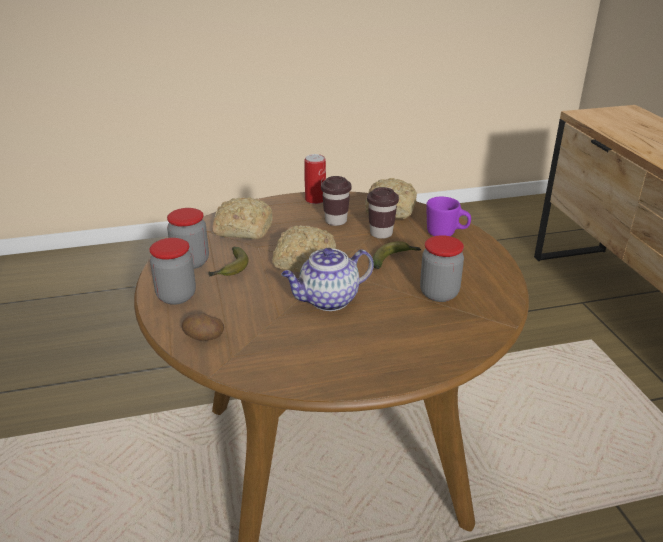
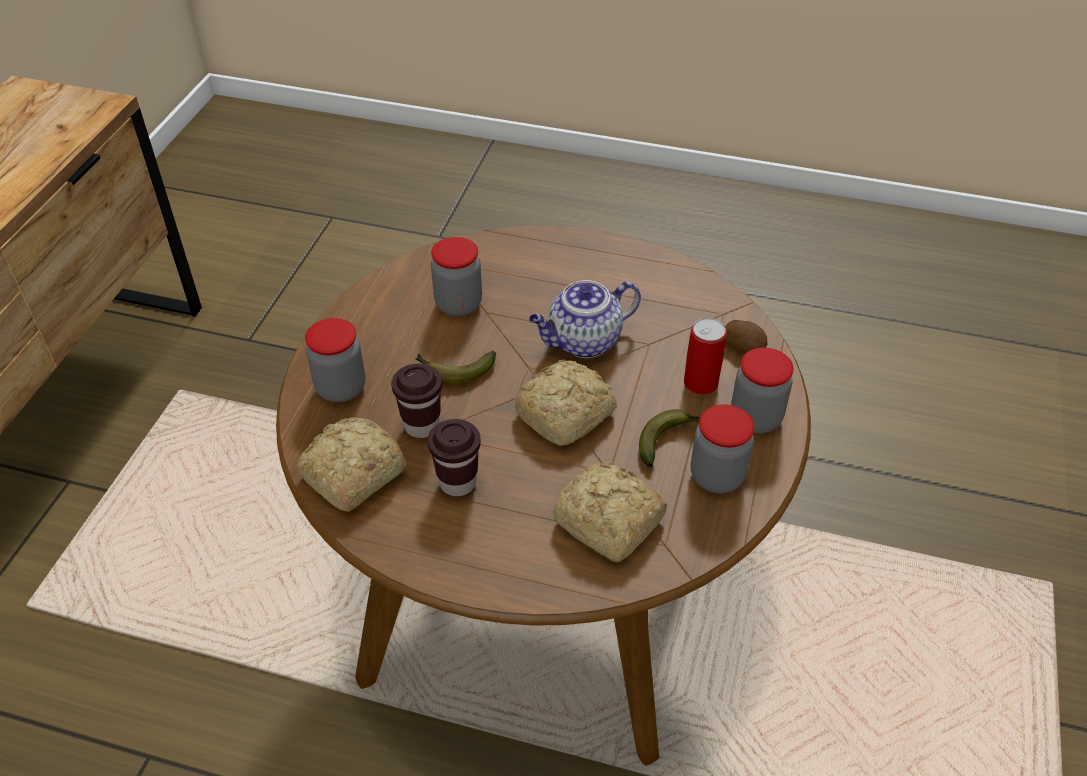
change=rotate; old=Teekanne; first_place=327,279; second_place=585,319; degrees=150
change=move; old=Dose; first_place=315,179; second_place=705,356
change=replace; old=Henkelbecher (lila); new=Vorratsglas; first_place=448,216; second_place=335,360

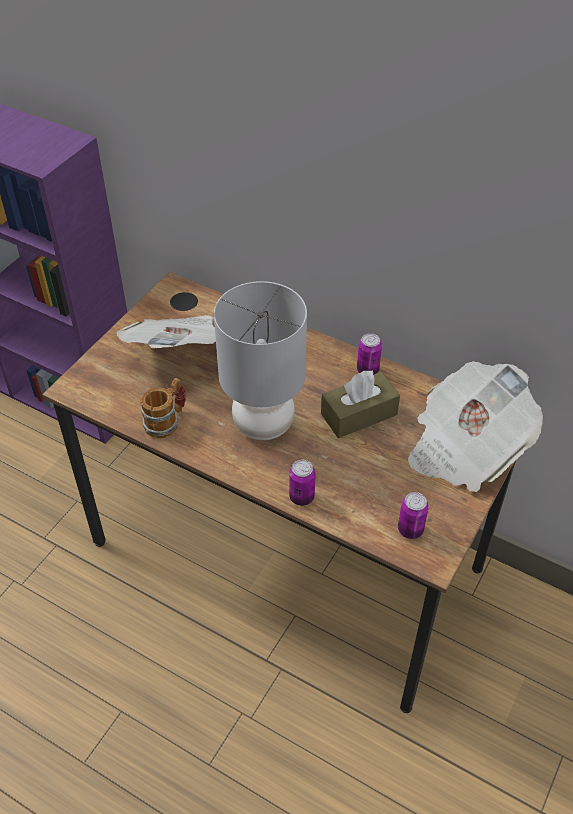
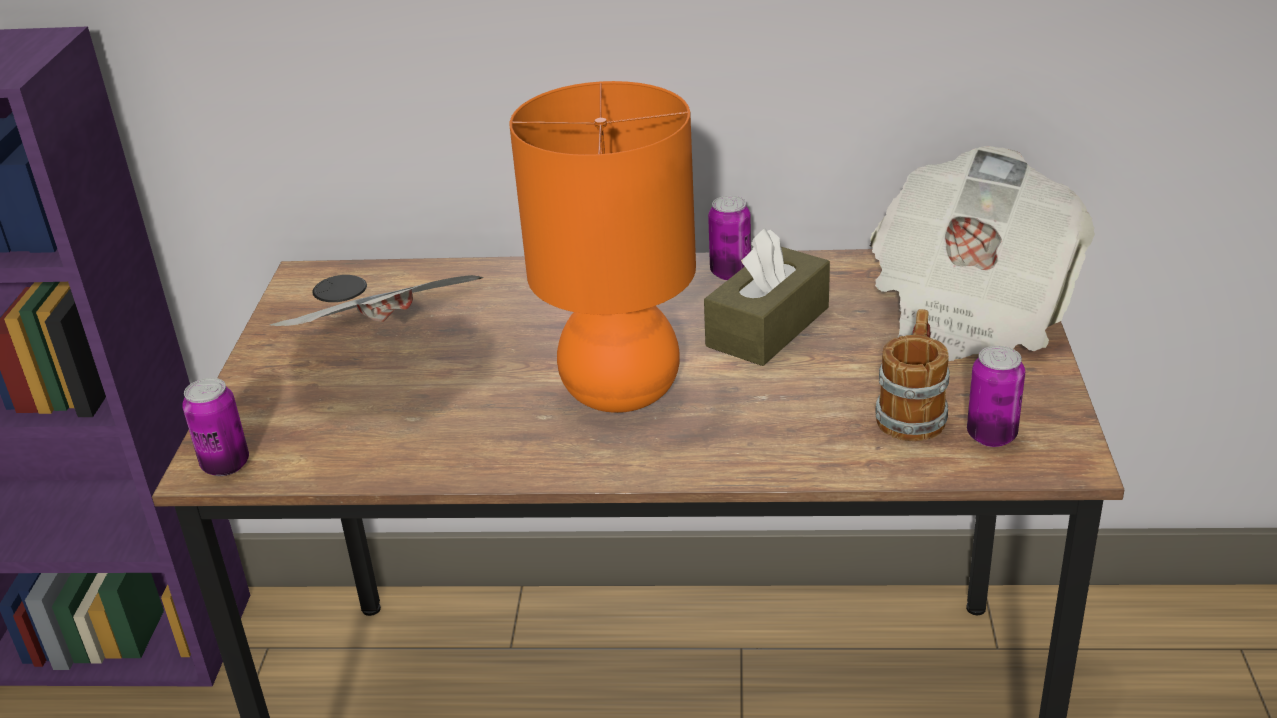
change=move; old=Henkelbecher; first_place=163,408; second_place=912,375
change=recolor; old=Tischlampe (grau); new=Tischlampe (orange); first_place=260,360; second_place=602,247
change=move; old=Dose; first_place=302,483; second_place=215,427

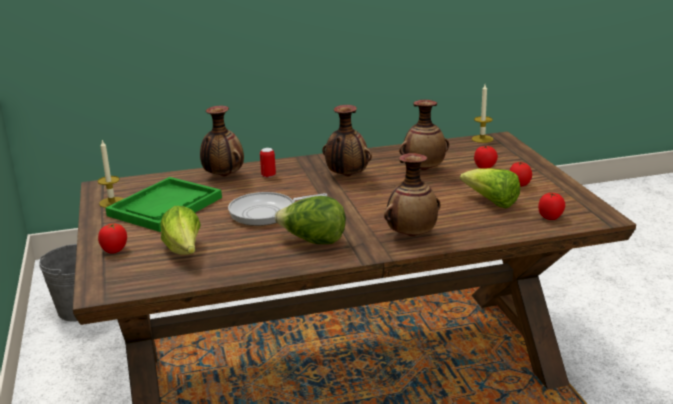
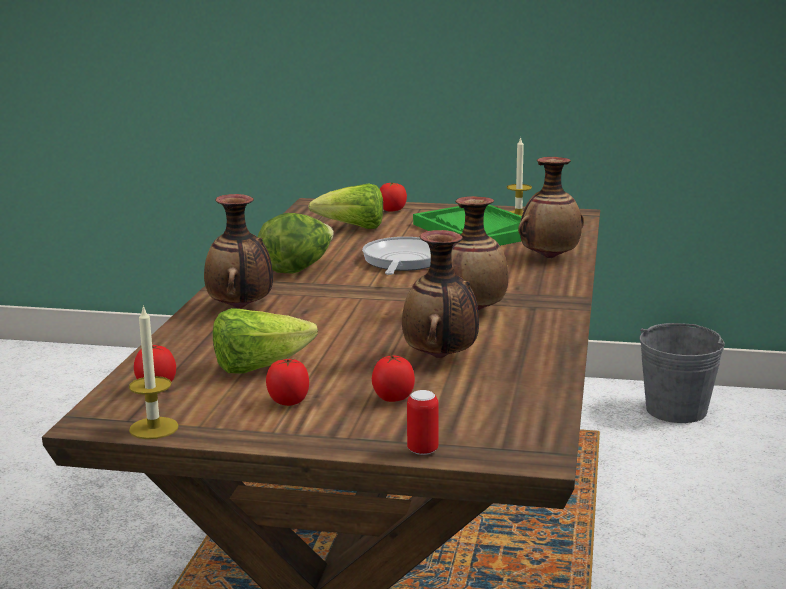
change=move; old=Dose; first_place=268,163; second_place=423,422
change=move; old=Kerze; first_place=482,113; second_place=154,372

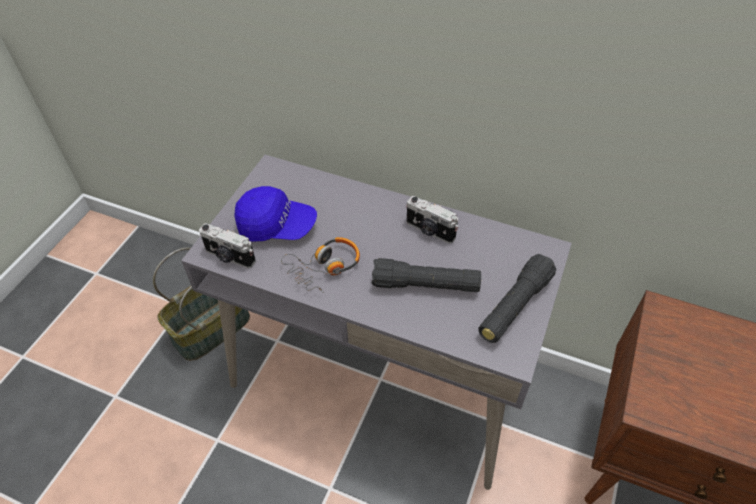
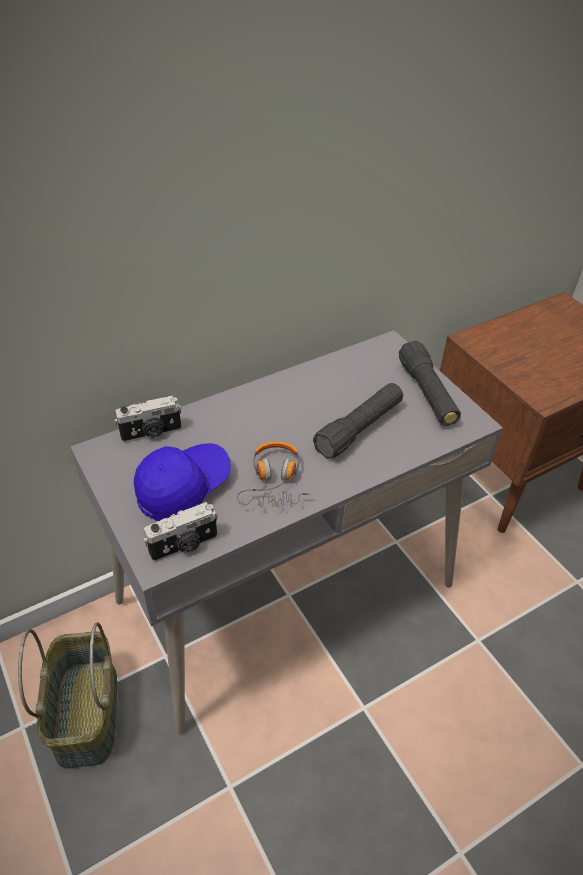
change=move; old=Kamera; first_place=432,220; second_place=148,419

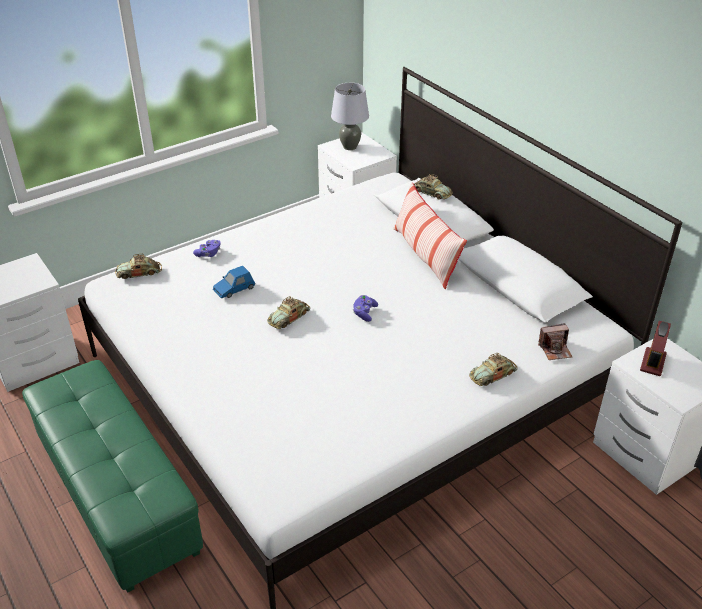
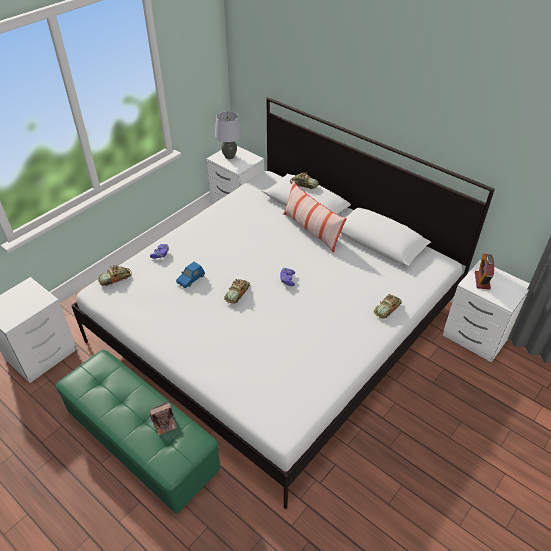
change=move; old=Kamera; first_place=555,341; second_place=163,418

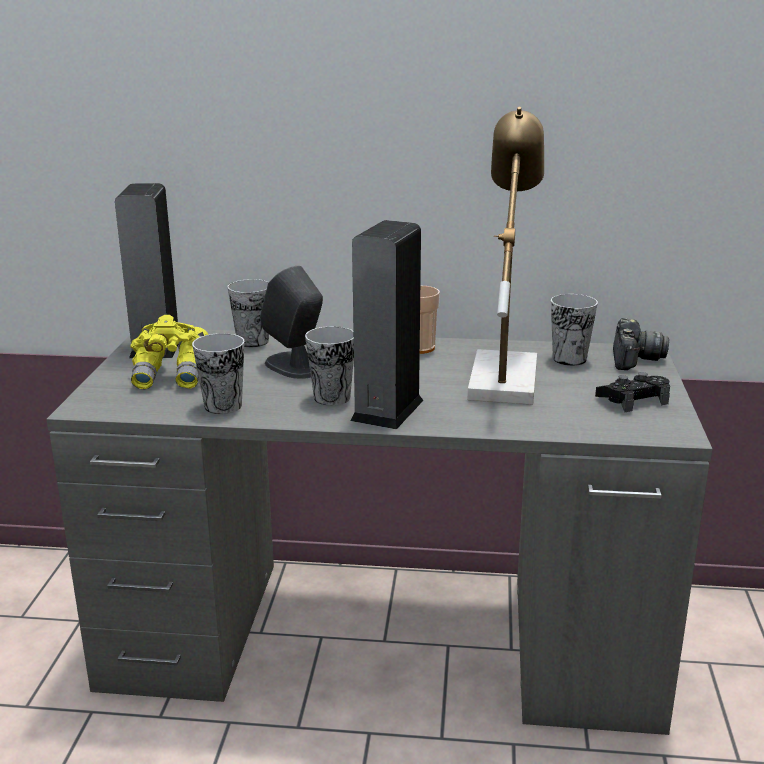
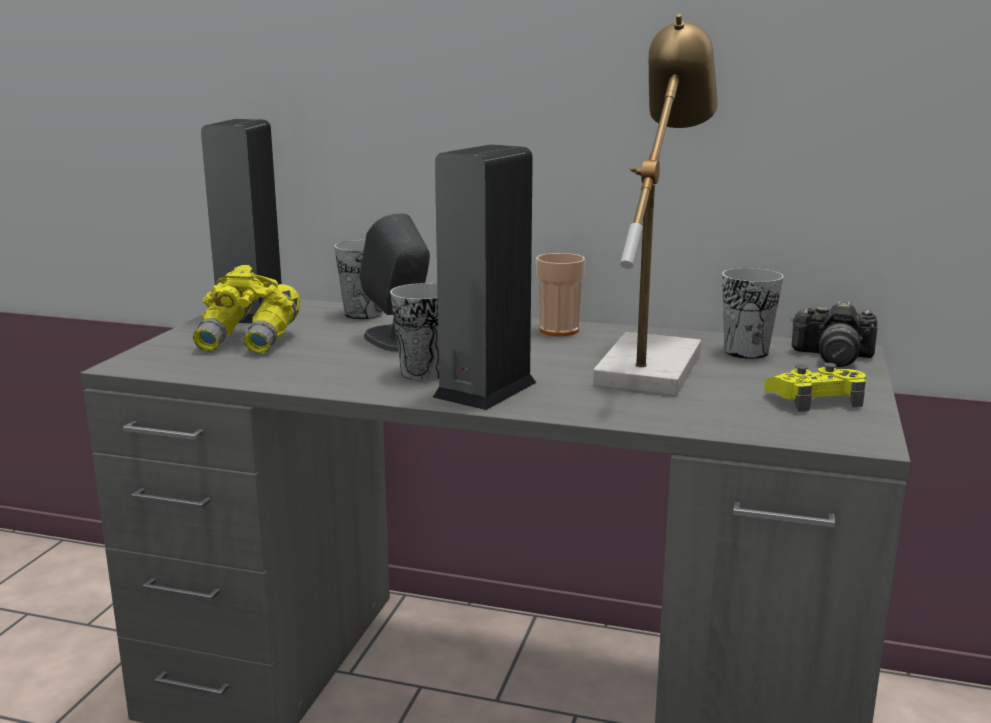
change=delete; old=Tasse; first_place=218,373
change=recolor; old=Gamepad (schwarz); new=Gamepad (gelb); first_place=632,392; second_place=815,387
change=rotate; old=Kamera; first_place=641,344; second_place=834,334; degrees=90

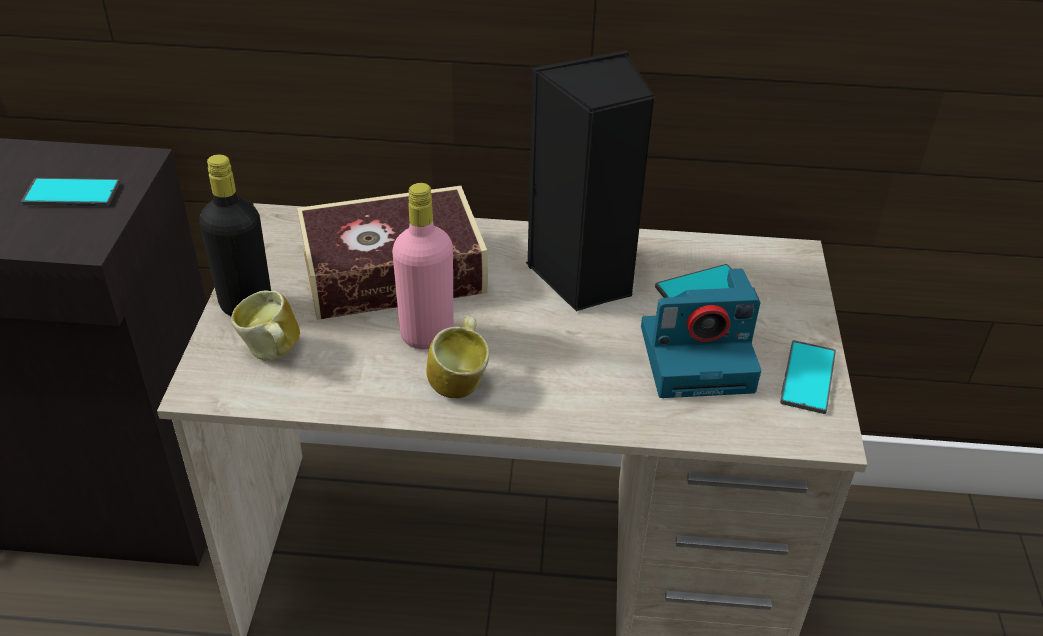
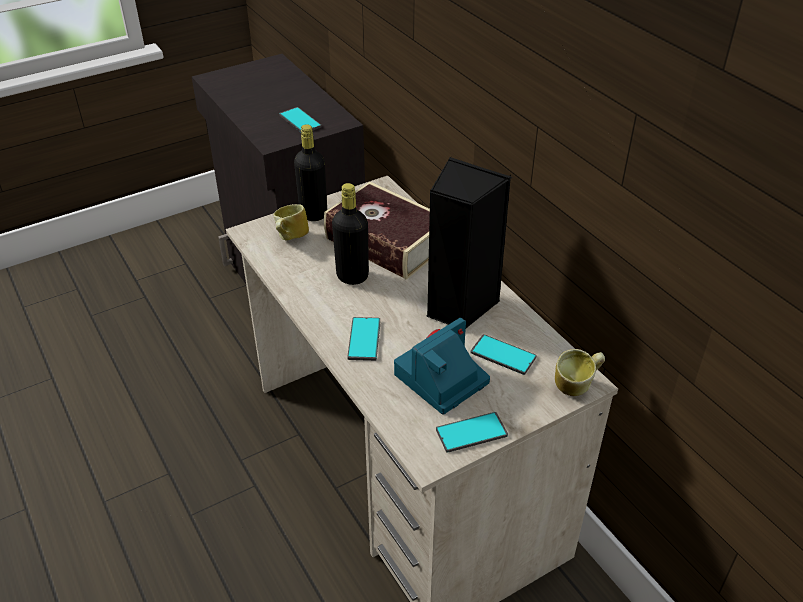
change=recolor; old=Flasche (rosa); new=Flasche (schwarz); first_place=423,266; second_place=350,234
change=move; old=Henkelbecher; first_place=457,356; second_place=580,372
change=rotate; old=Kamera; first_place=701,333; second_place=442,366; degrees=90
change=insert; new=Handy; second_place=363,339

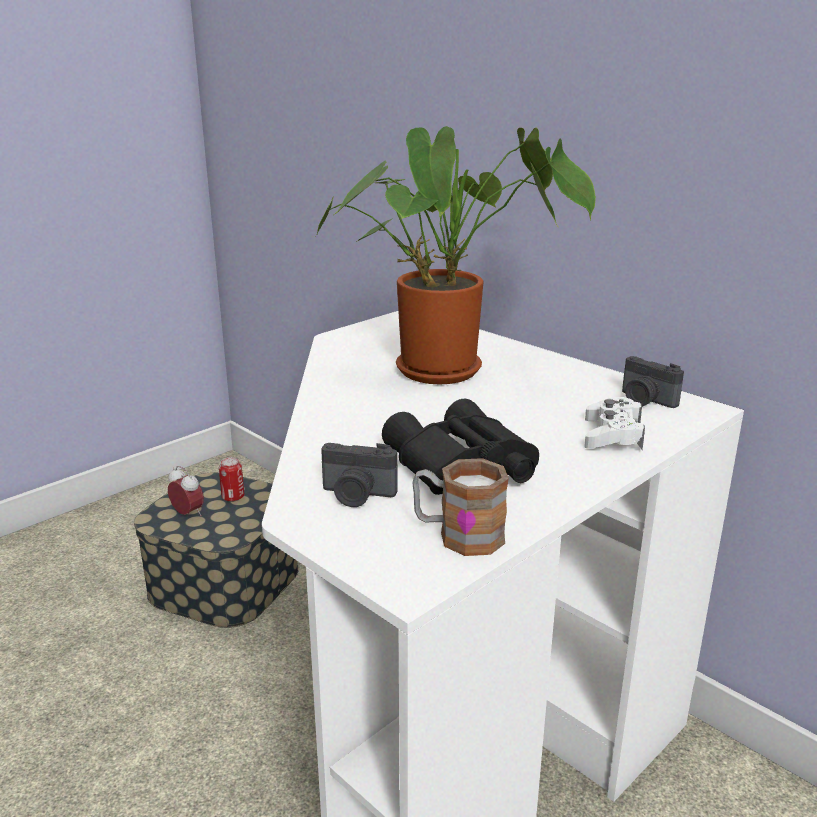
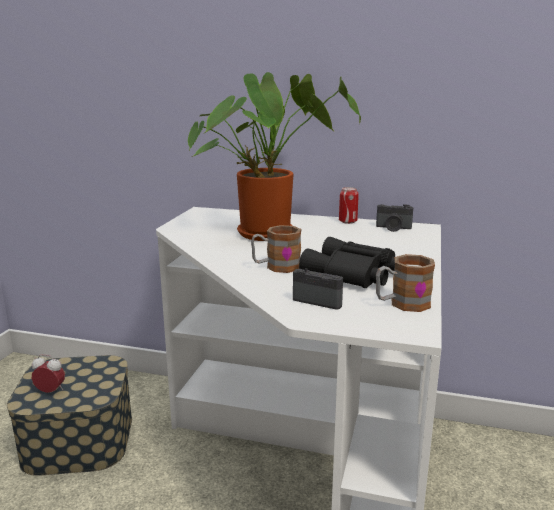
change=move; old=Dose; first_place=231,479; second_place=349,205
change=rotate; old=Kamera; first_place=359,475; second_place=318,289; degrees=-135
change=delete; old=Gamepad (weiß); first_place=614,423
change=insert; new=Henkelbecher; second_place=276,249

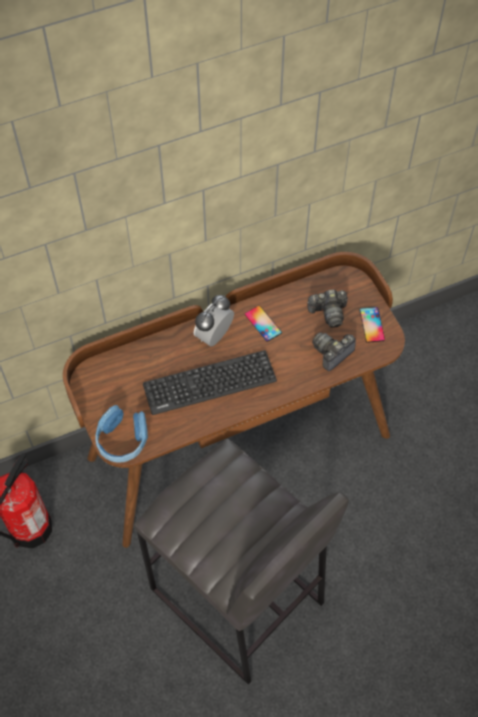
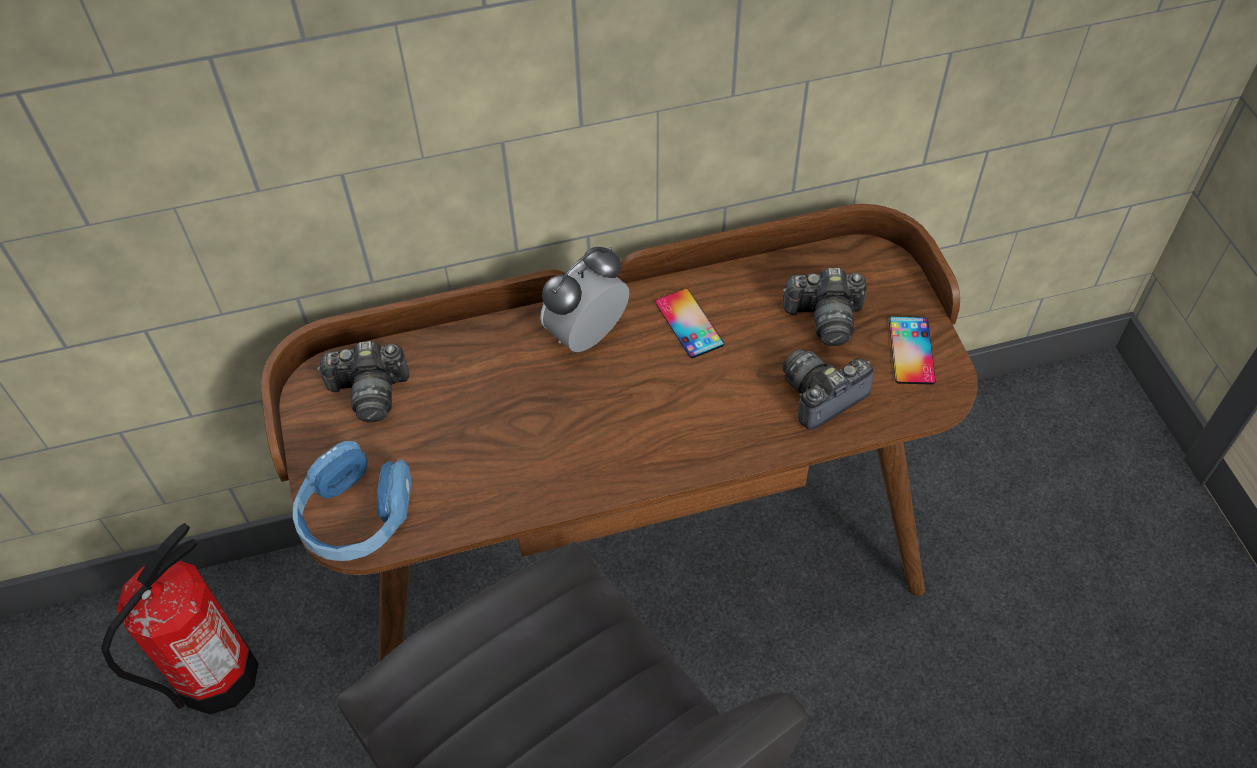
change=delete; old=Tastatur; first_place=210,382
change=insert; new=Kamera; second_place=363,382

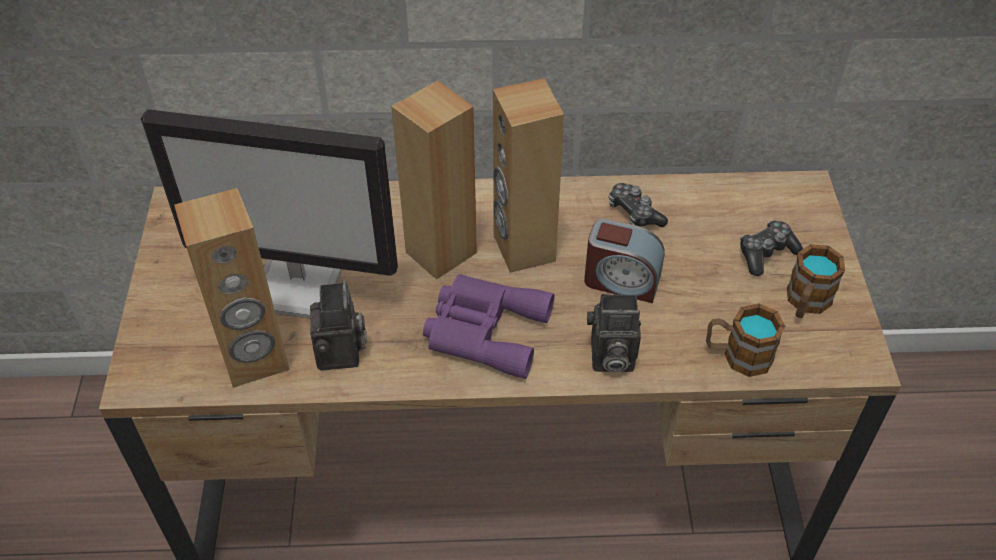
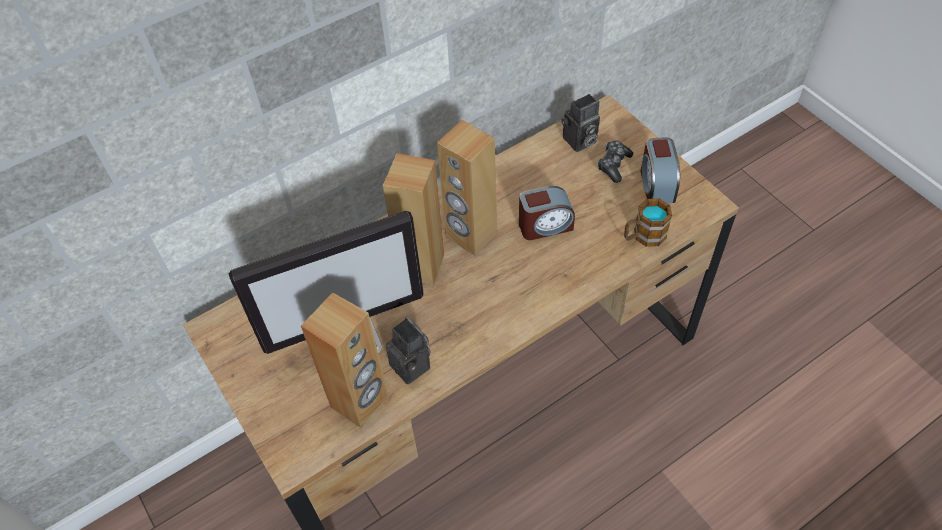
change=delete; old=Fernglas (lila); first_place=488,326
change=move; old=Kamera; first_place=614,333; second_place=580,123
change=delete; old=Gamepad; first_place=638,205
change=replace; old=Henkelbecher; new=Wecker; first_place=816,281; second_place=660,170

